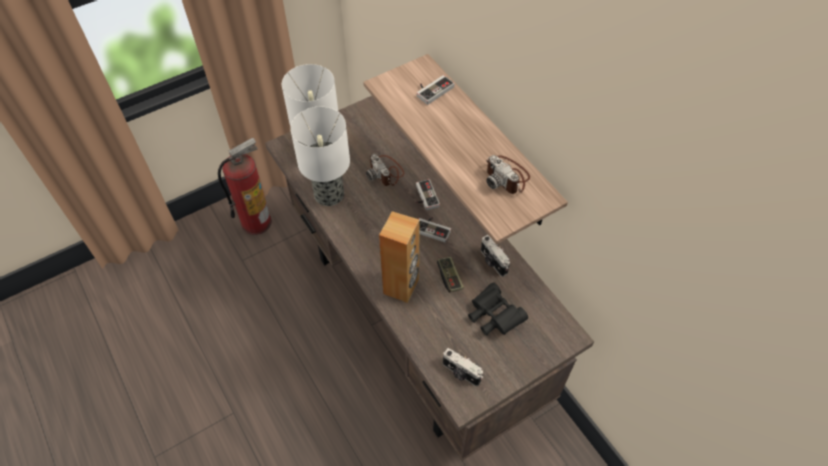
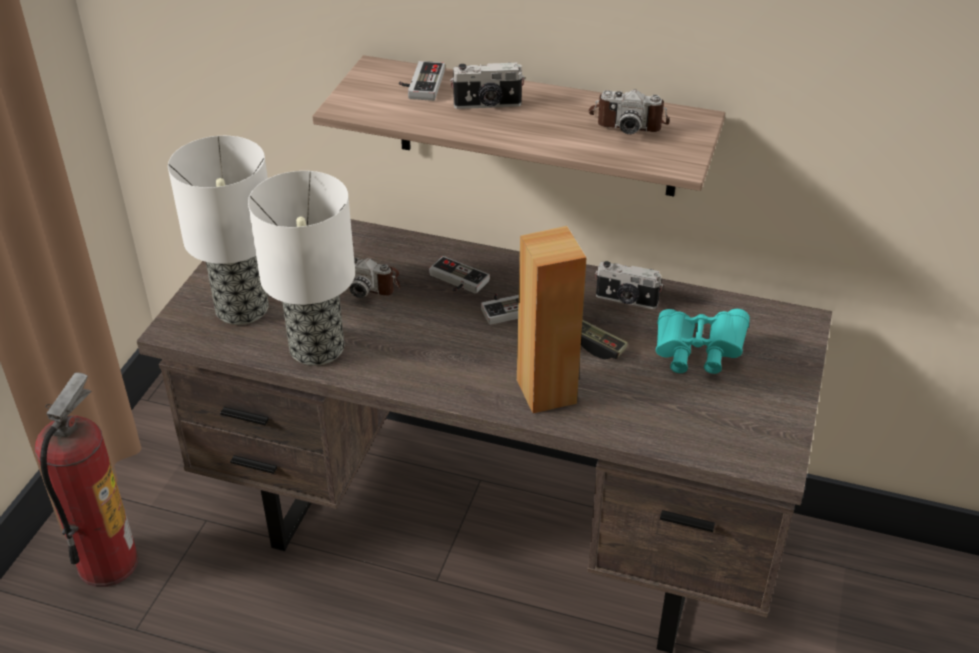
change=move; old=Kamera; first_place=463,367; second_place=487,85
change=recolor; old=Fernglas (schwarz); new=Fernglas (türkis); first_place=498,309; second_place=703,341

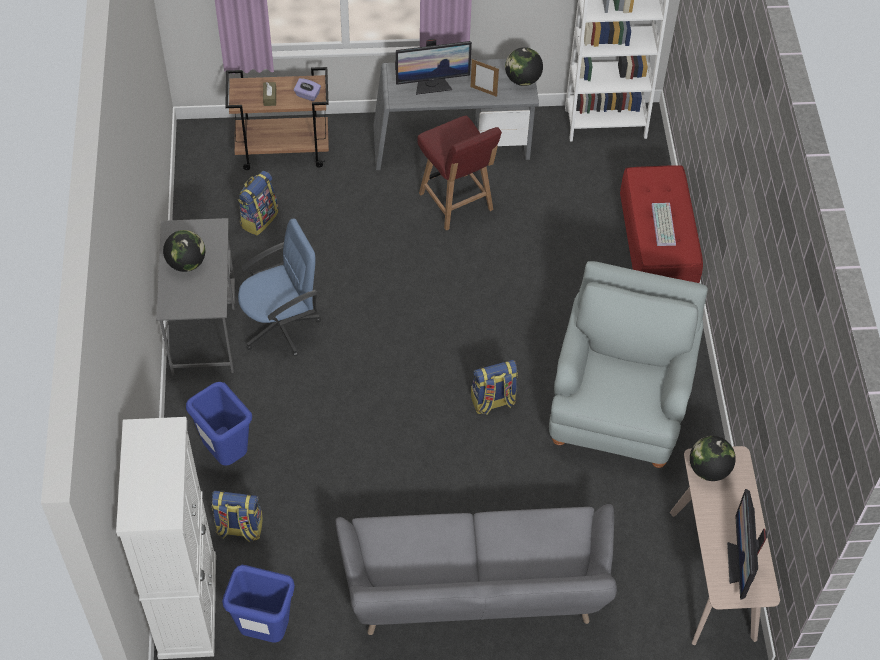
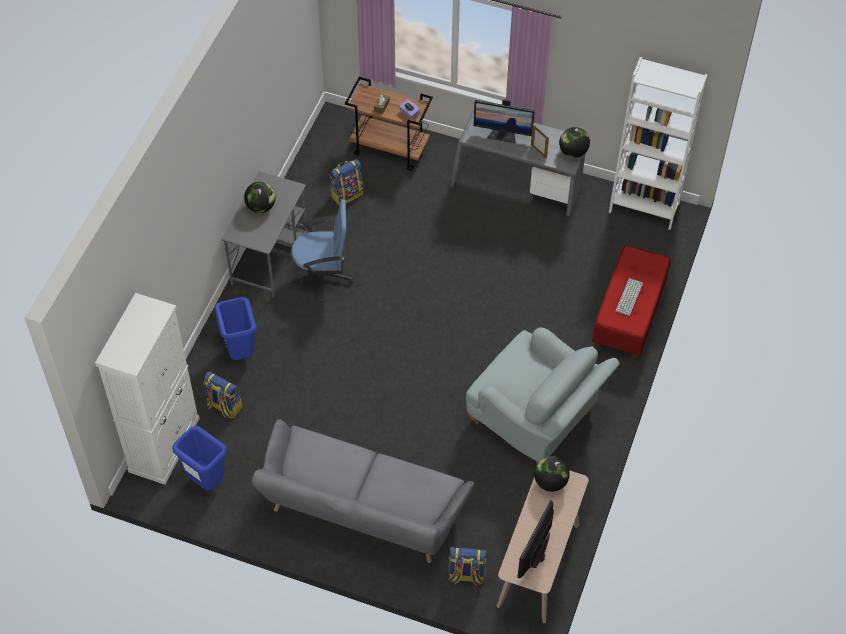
change=delete; old=Stuhl (rot); first_place=459,173
change=move; old=Rucksack; first_place=494,387; second_place=467,566
change=rotate; old=Sessel (grau); first_place=628,364; second_place=543,395; degrees=90

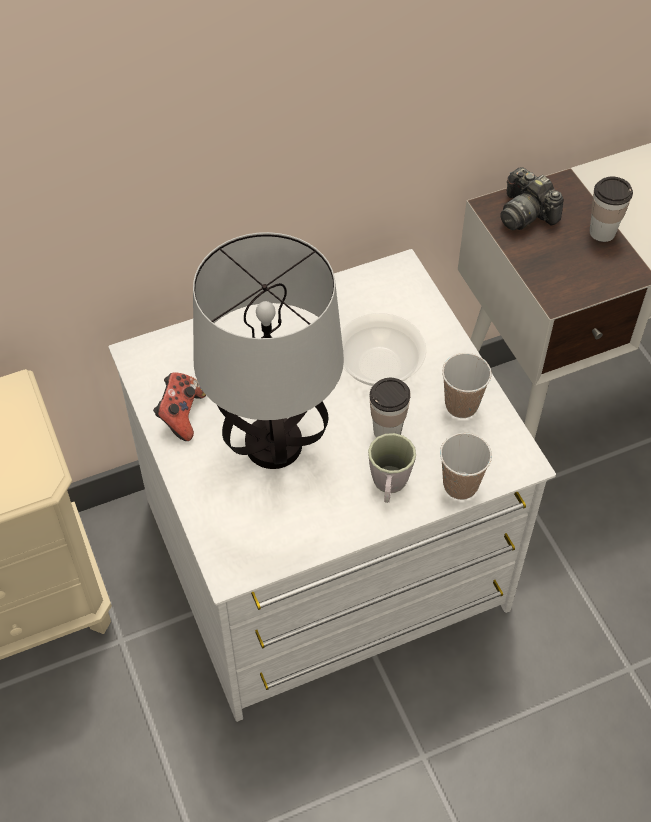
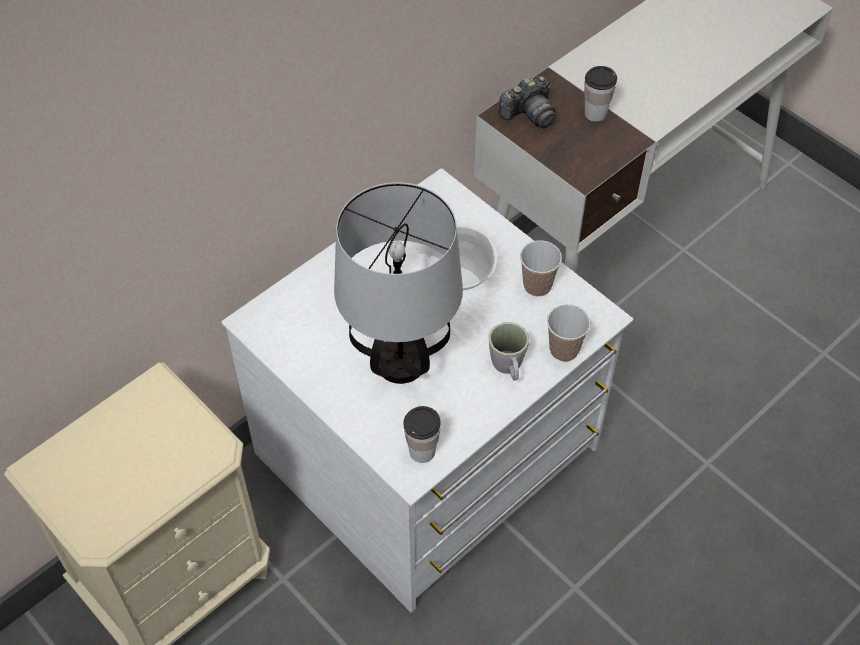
change=delete; old=Gamepad; first_place=179,406
change=move; old=Tasse; first_place=390,408; second_place=422,434
change=rotate; old=Kamera; first_place=532,198; second_place=527,102; degrees=-60

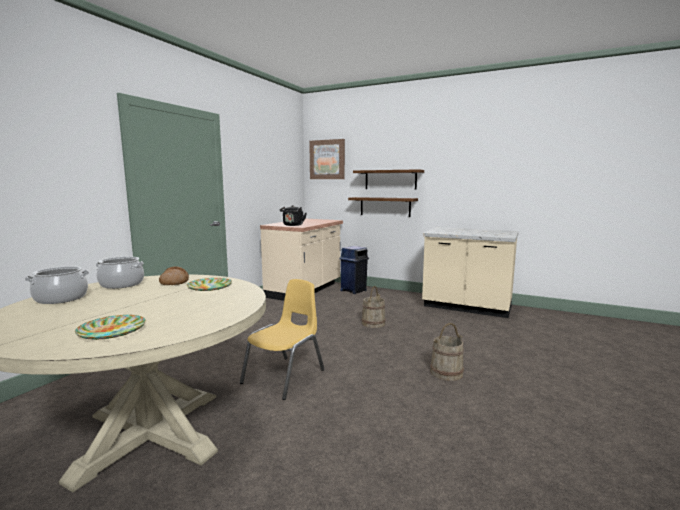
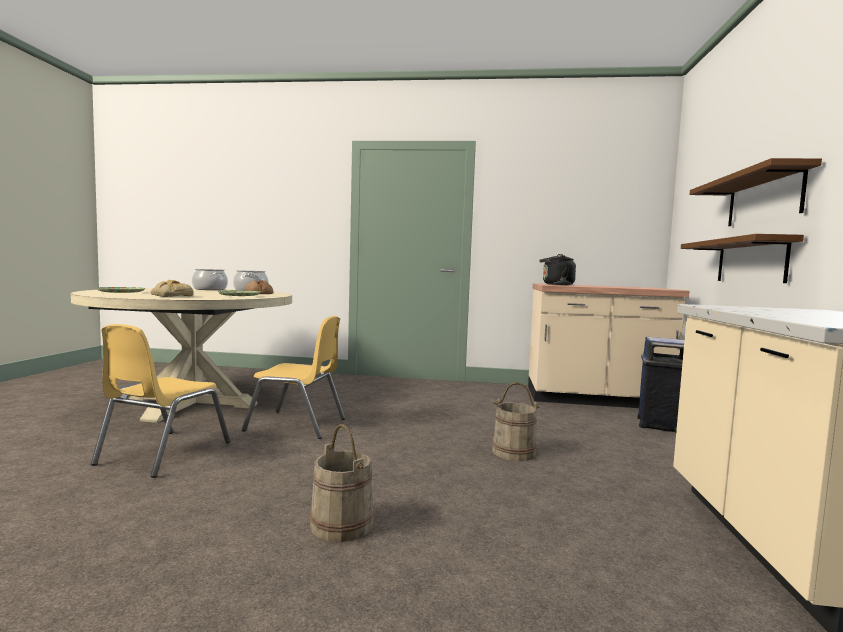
change=delete; old=Bild; first_place=327,159
change=insert; new=Stuhl (gelb); second_place=160,401
change=insert; new=Brot; second_place=172,288

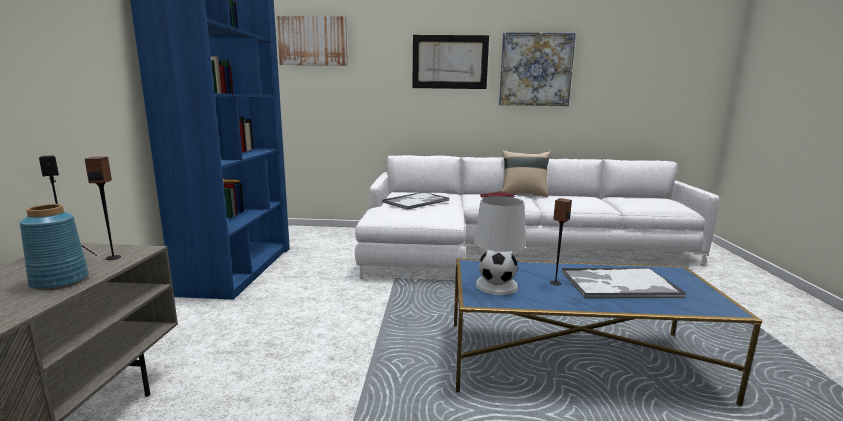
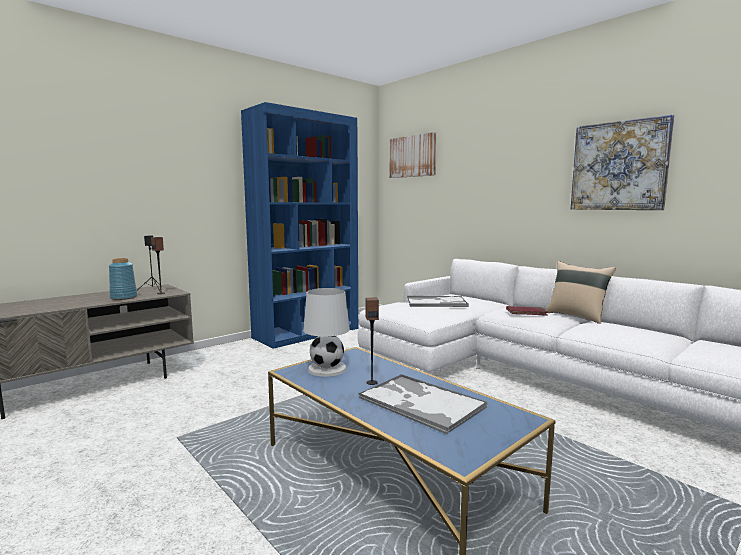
change=delete; old=Bild; first_place=450,62

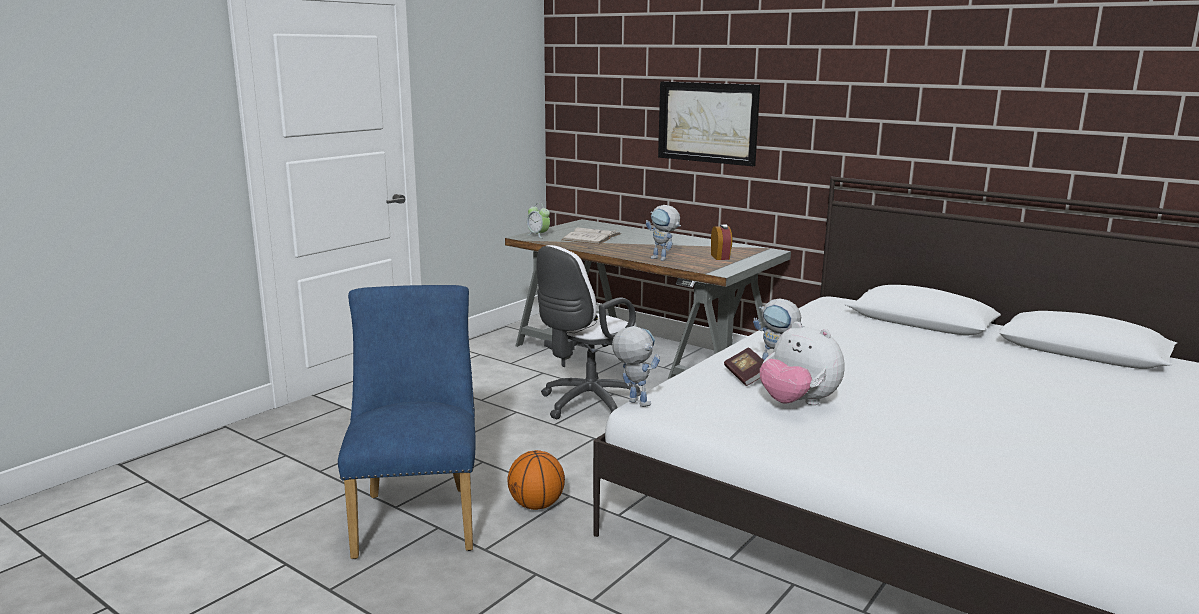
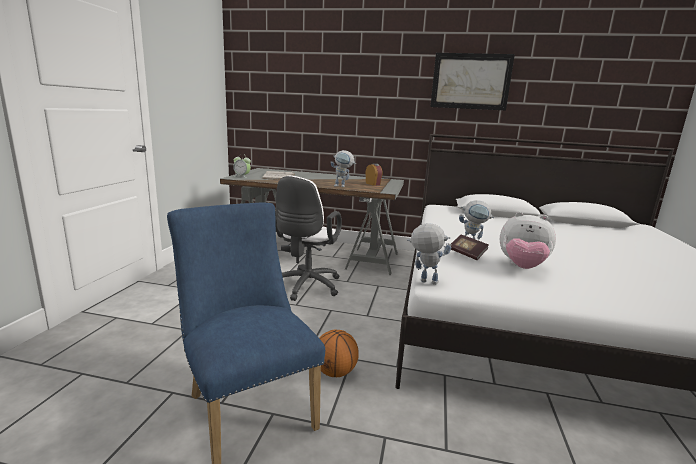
change=move; old=Bild; first_place=709,123; second_place=472,82

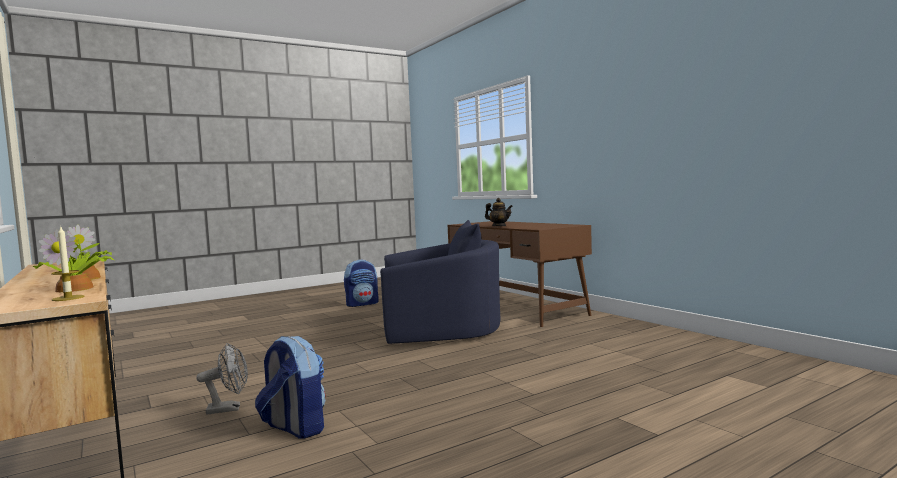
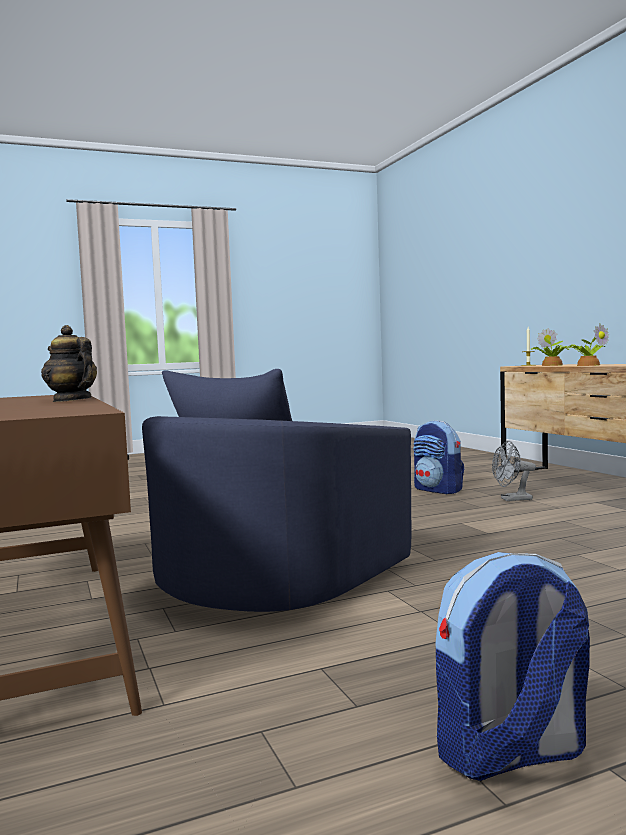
change=rotate; old=Sessel (blau); first_place=440,282; second_place=276,490; degrees=-60

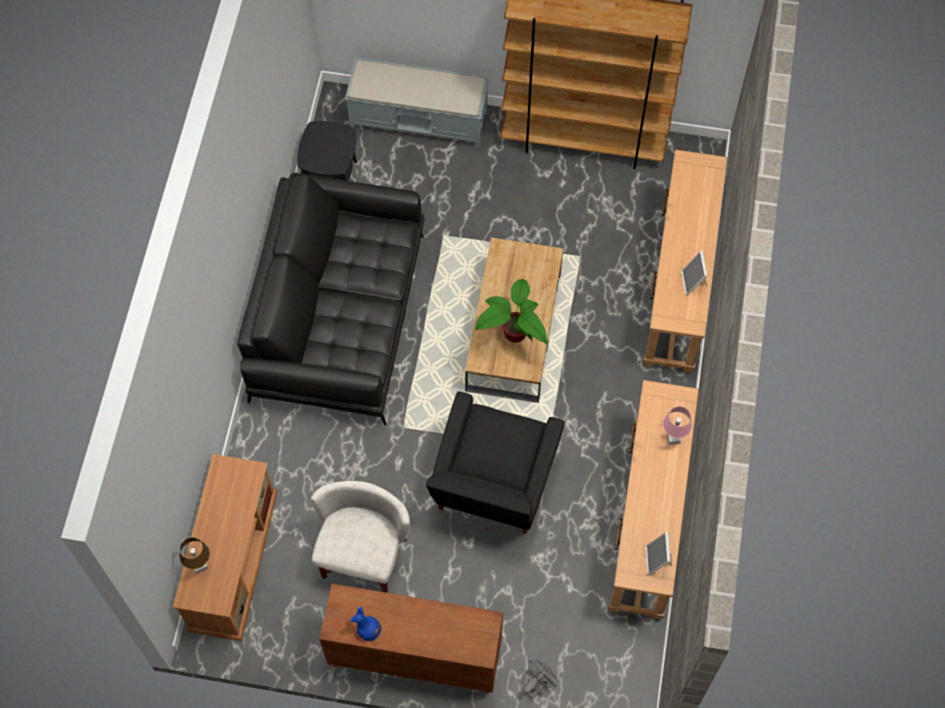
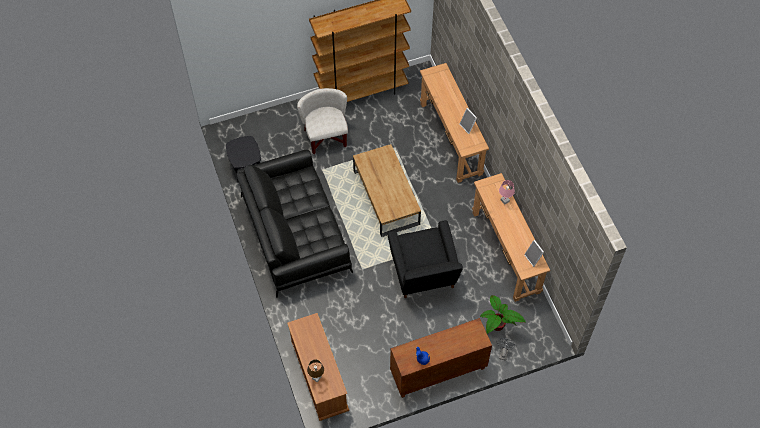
change=move; old=Sessel (weiß); first_place=360,537; second_place=322,121
change=delete; old=Bank (grau); first_place=417,103
change=move; old=Topfpflanze; first_place=511,312; second_place=503,314

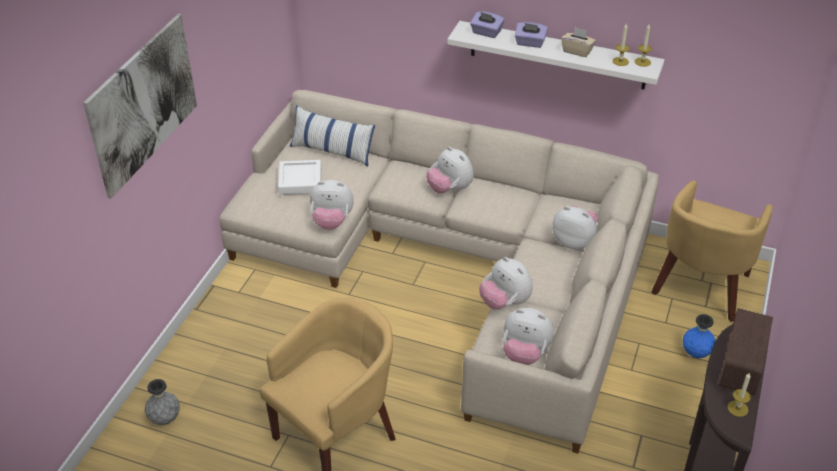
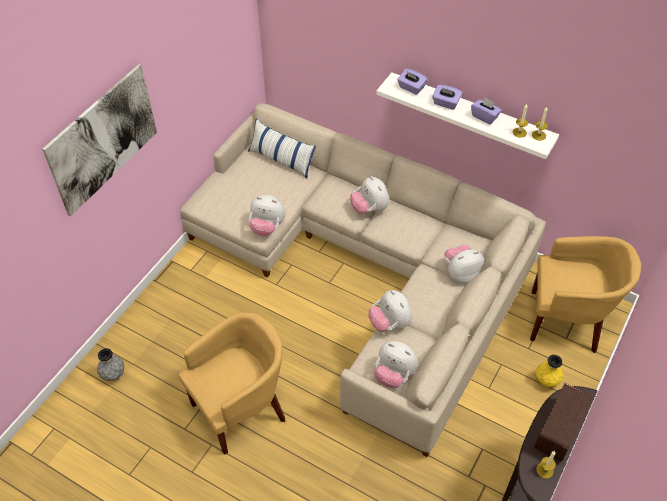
change=delete; old=Tablett (weiß); first_place=299,177
change=rotate; old=Plüschtier; first_place=575,228; second_place=464,263; degrees=-60
change=recolor; old=Taschentuchbox (beige); new=Taschentuchbox (lila); first_place=578,42; second_place=486,111
change=rotate; old=Sessel (gelb); first_place=712,251; second_place=585,294; degrees=-120
change=recolor; old=Vase (blau); new=Vase (gelb); first_place=699,336; second_place=549,371

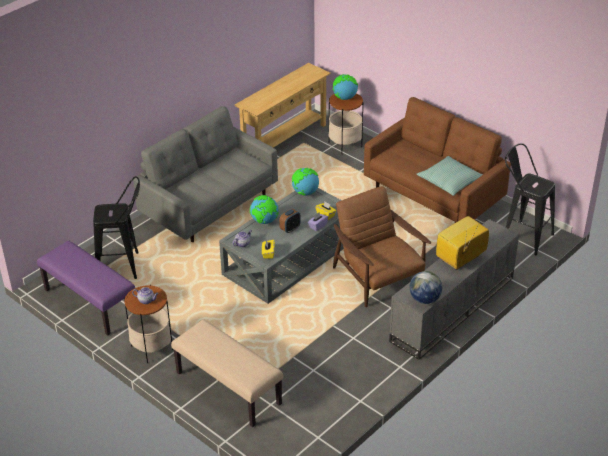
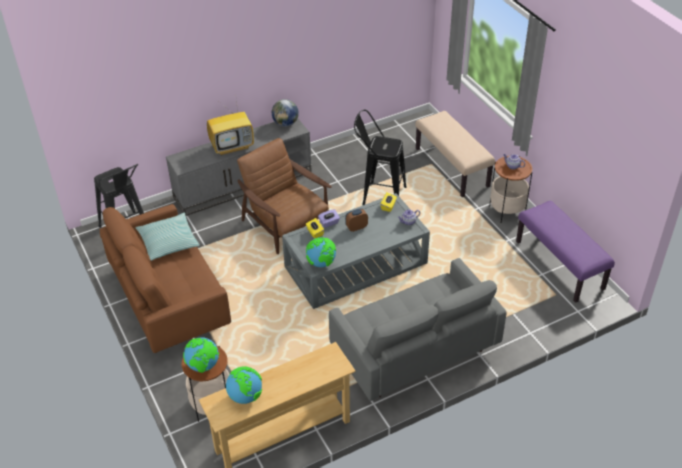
change=move; old=Hocker (schwarz); first_place=116,227; second_place=380,157
change=move; old=Globus; first_place=264,209; second_place=244,385
change=rotate; old=Sessel (braun); first_place=382,246; second_place=284,196; degrees=150

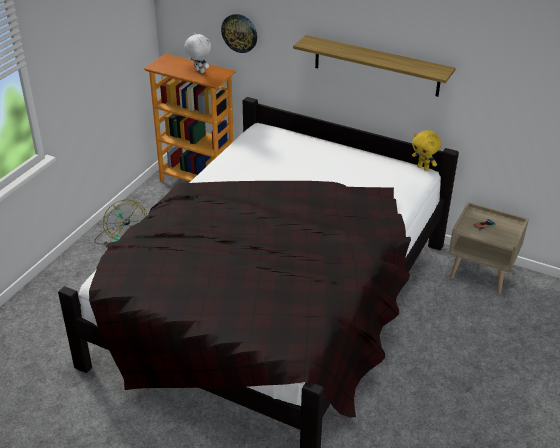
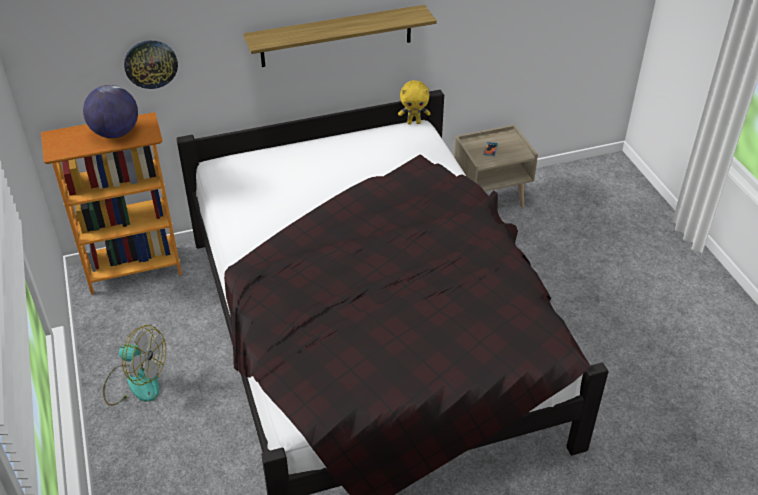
change=replace; old=Plüschtier (weiß); new=Globus; first_place=197,53; second_place=110,111

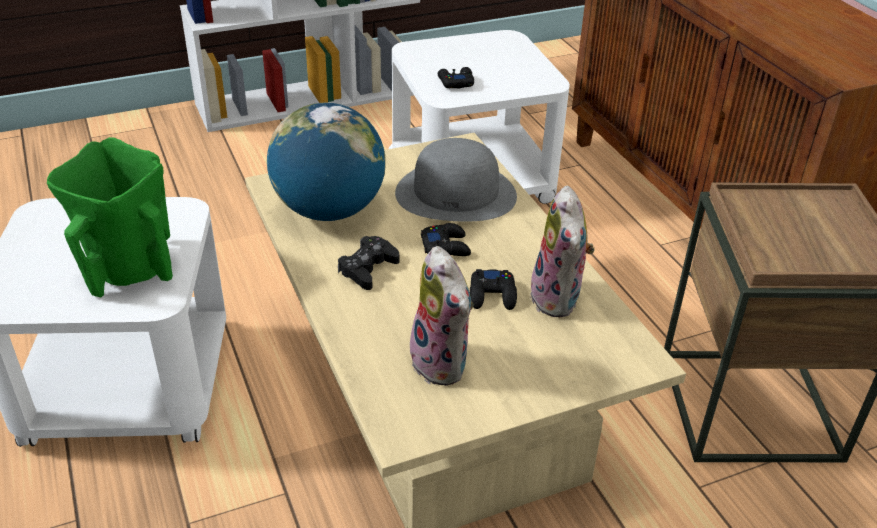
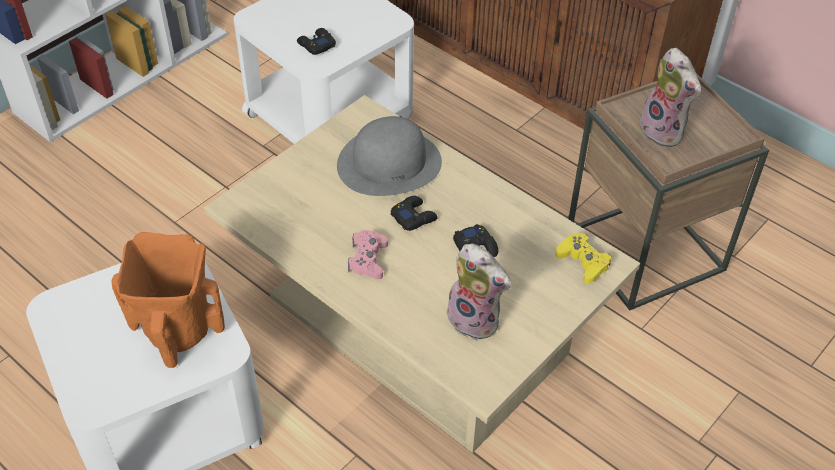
change=recolor; old=Vase (grün); new=Vase (orange); first_place=110,217; second_place=168,300
change=delete; old=Globus; first_place=326,162
change=recolor; old=Gamepad (schwarz); new=Gamepad (rosa); first_place=368,263; second_place=368,254
change=move; old=Plüschtier; first_place=562,252; second_place=669,97
change=insert; new=Gamepad (gelb); second_place=583,258

